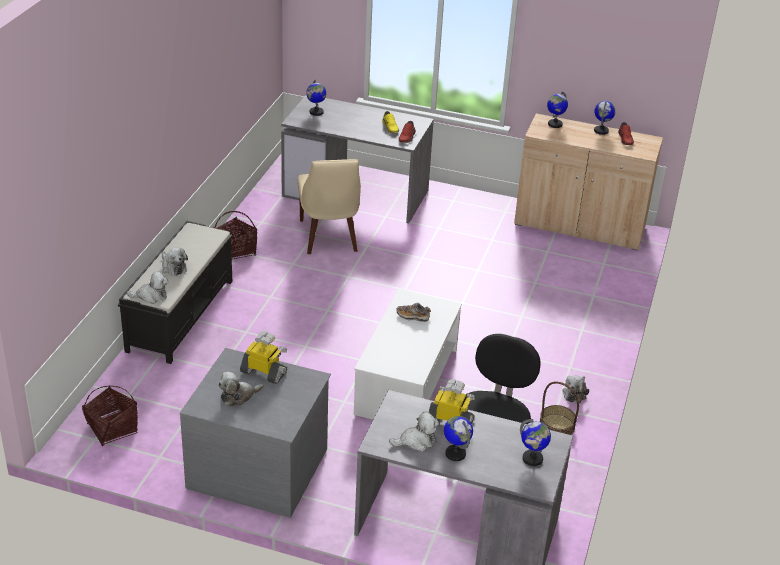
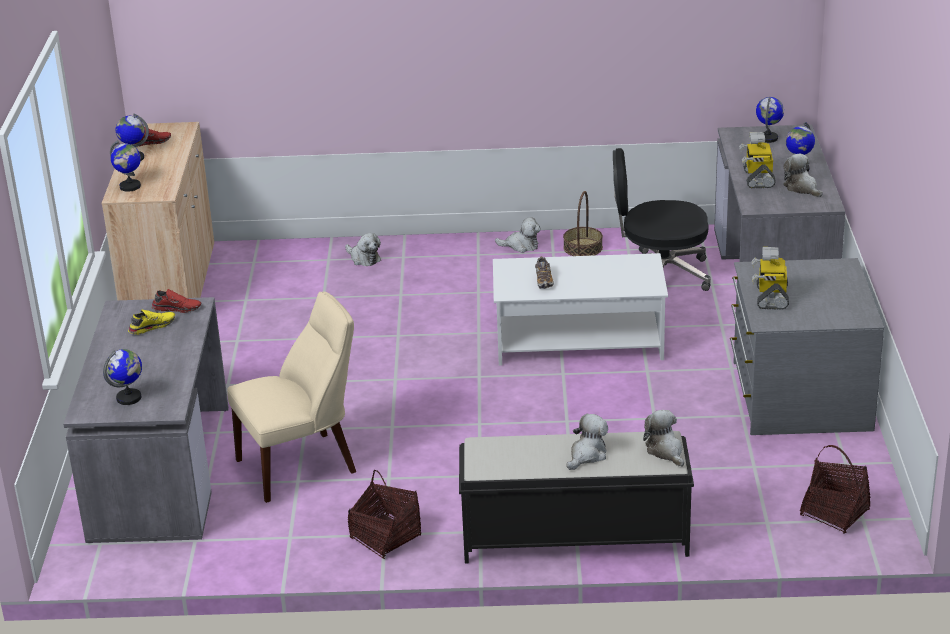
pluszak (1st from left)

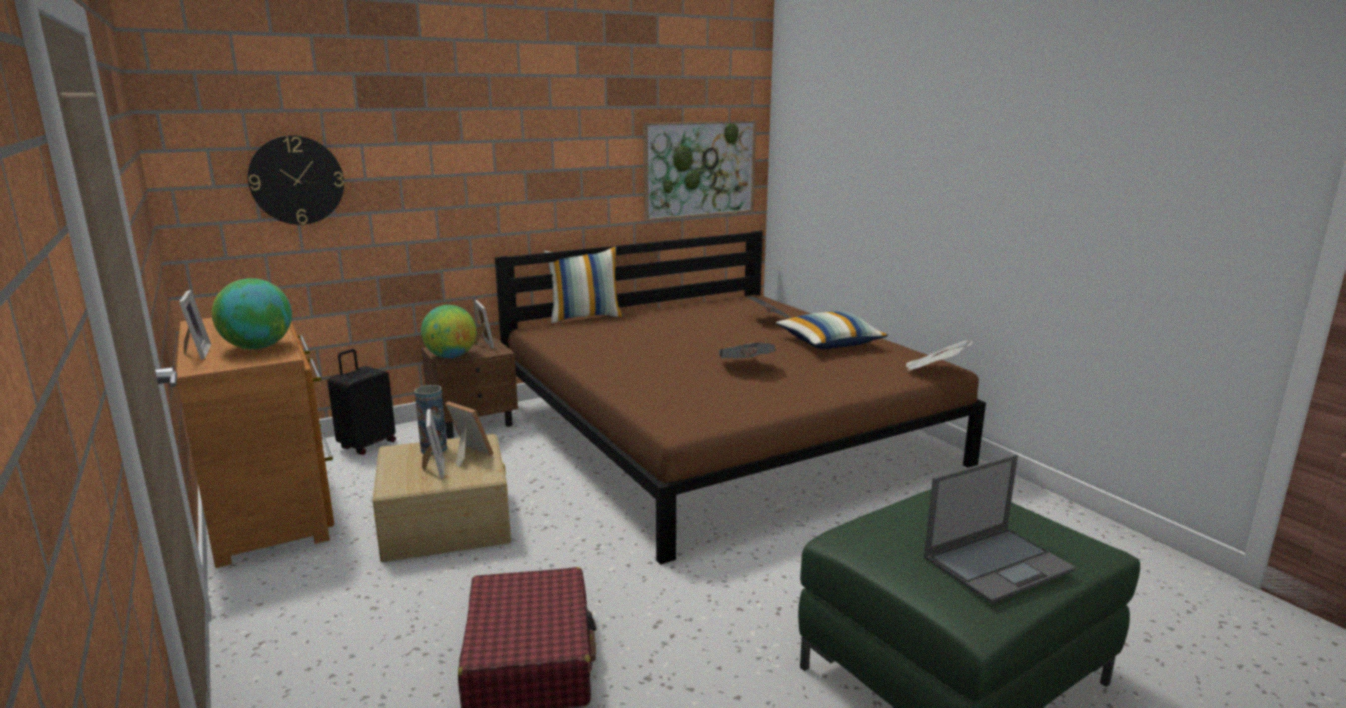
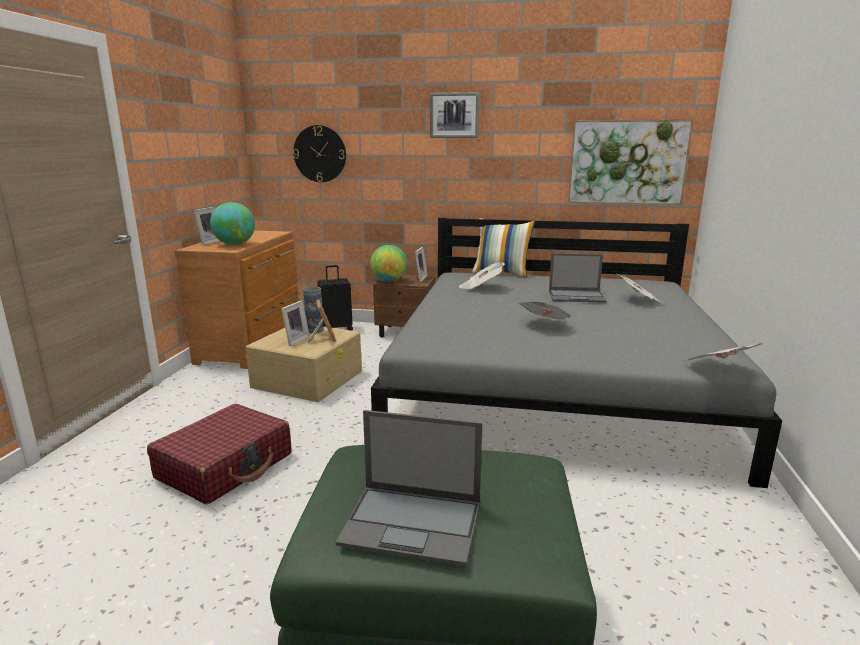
łóżko/szary; poduszka (2nd from left in the first image); obraz (1st from left); laptop (2nd from left); gazeta (1st from left)

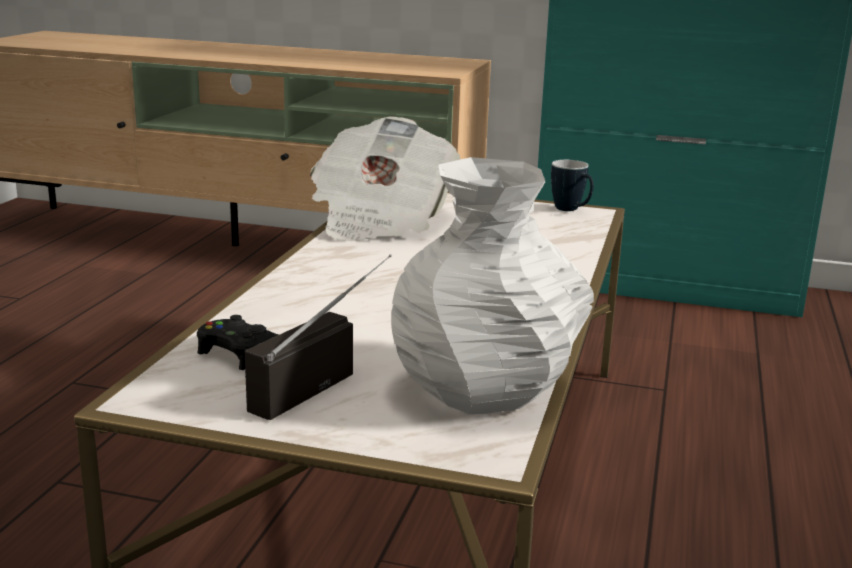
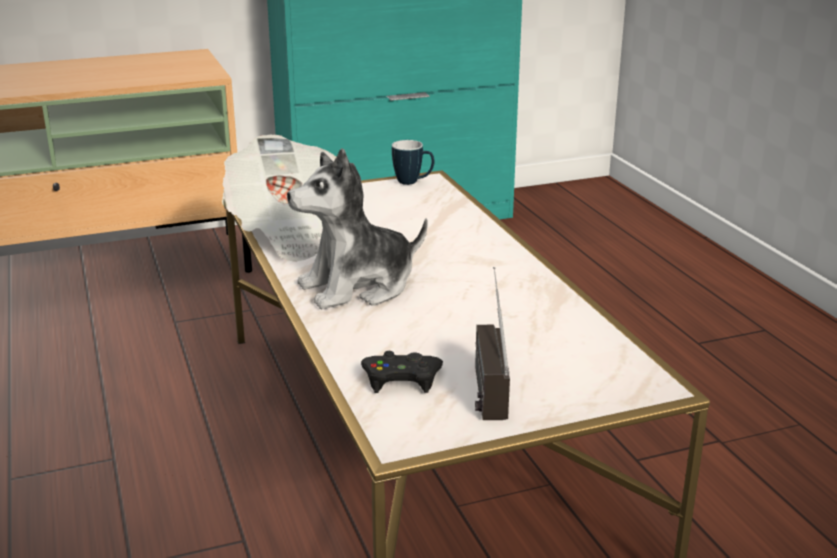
wazon/biały; pluszak

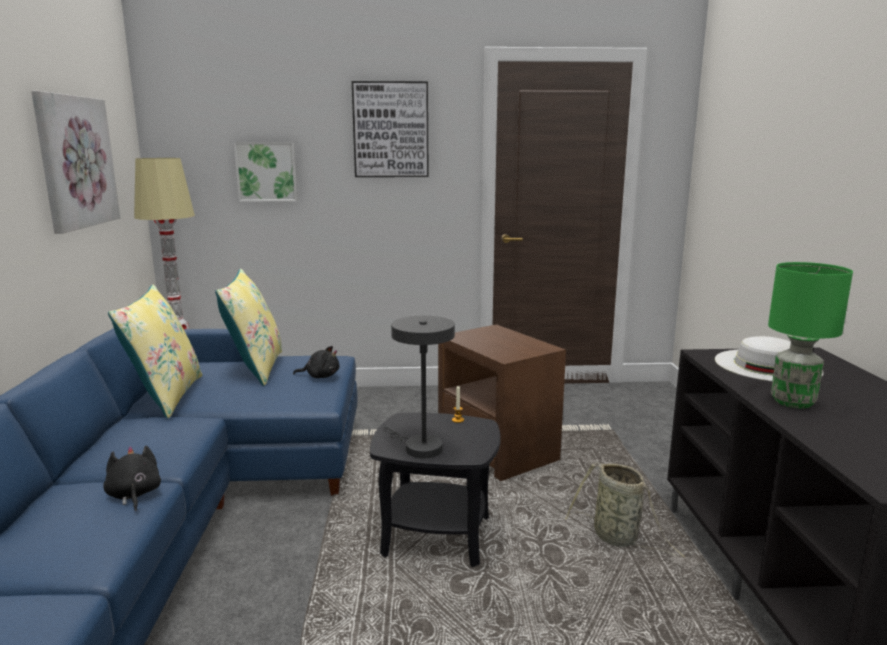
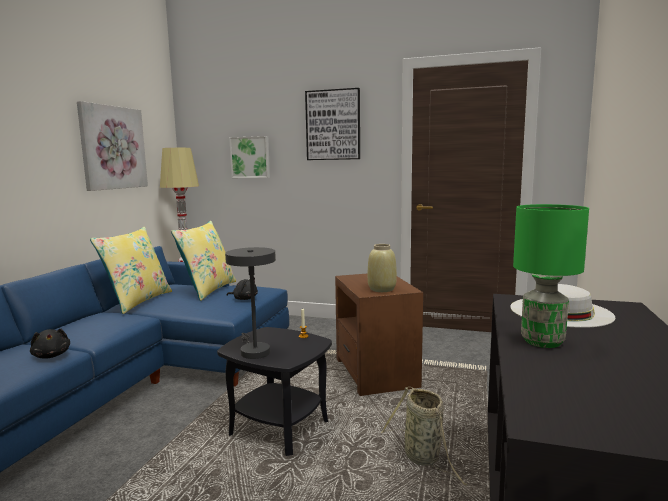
pluszak/czarny (1st from left); wazon/beżowy

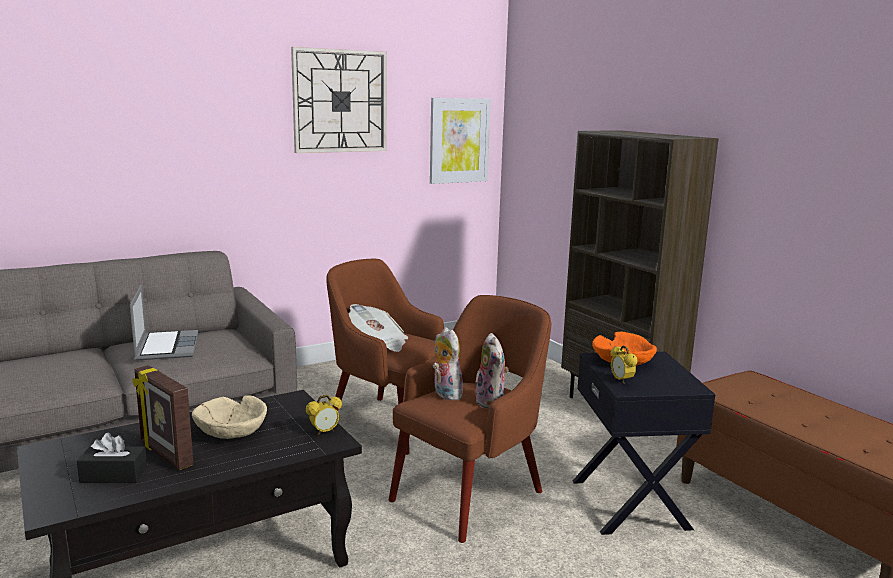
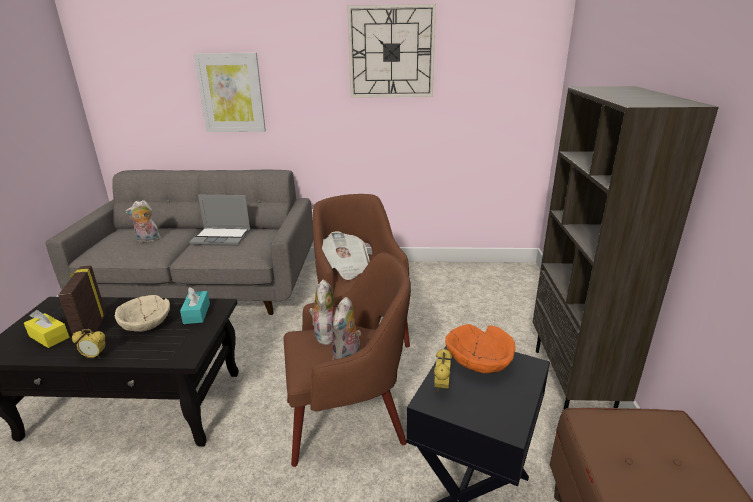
obraz; laptop; budzik (1st from left); pudełko chusteczek/żółty; pluszak (1st from left); pudełko chusteczek/turkusowy

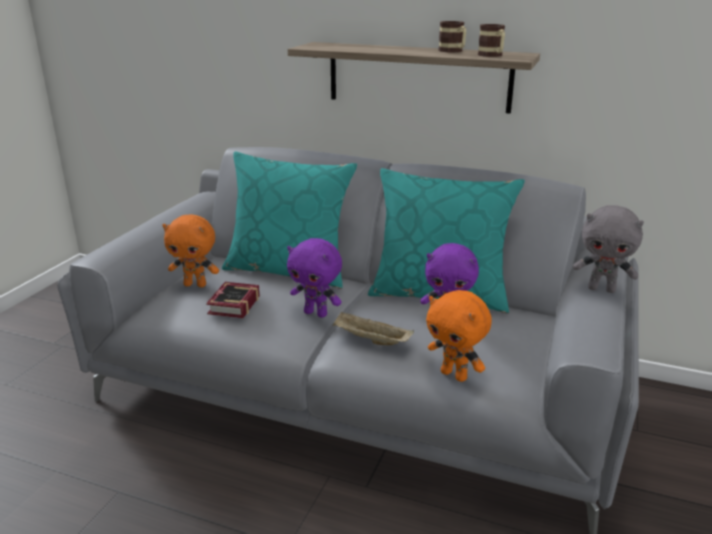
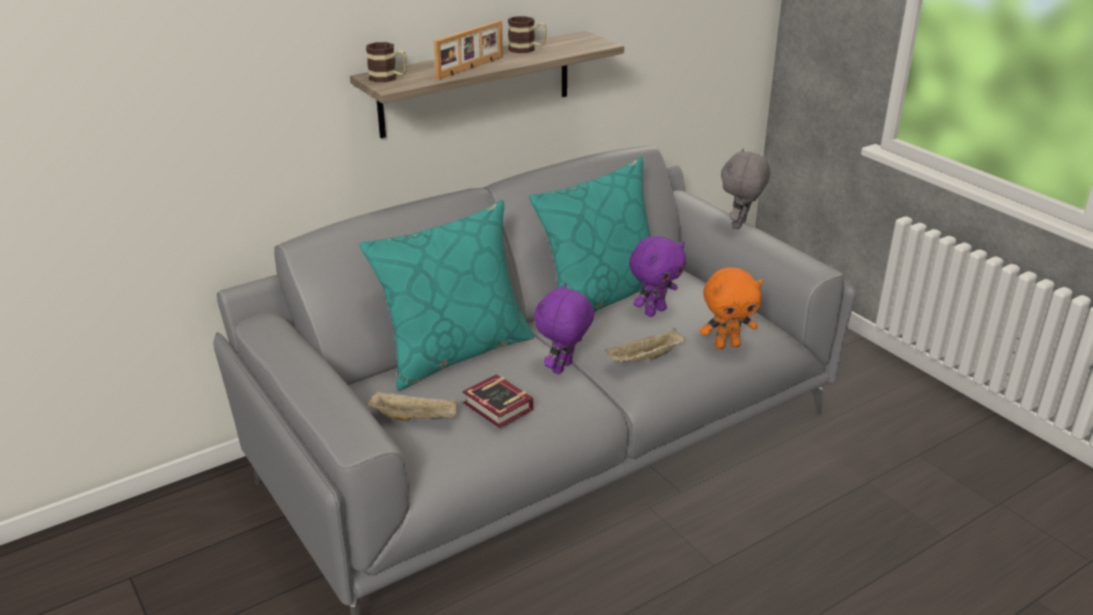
kubek (1st from left); pluszak/szary; taca/beżowy (1st from left); pluszak/fioletowy (1st from left); ramka na zdjęcie

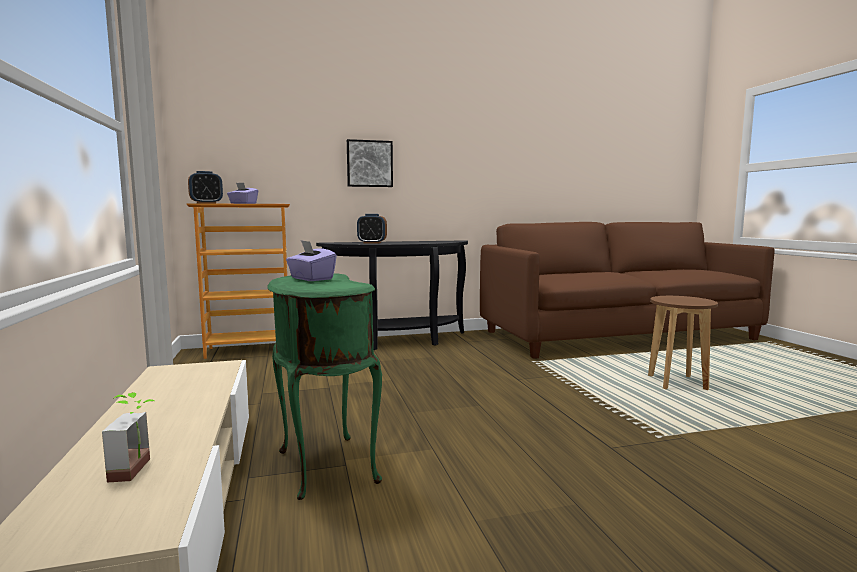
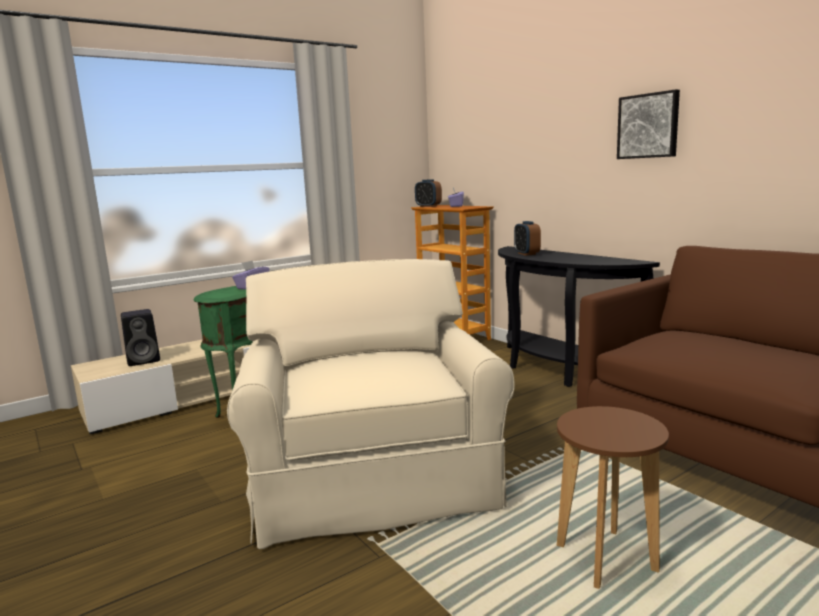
obraz; głośnik/czarny; fotel/beżowy

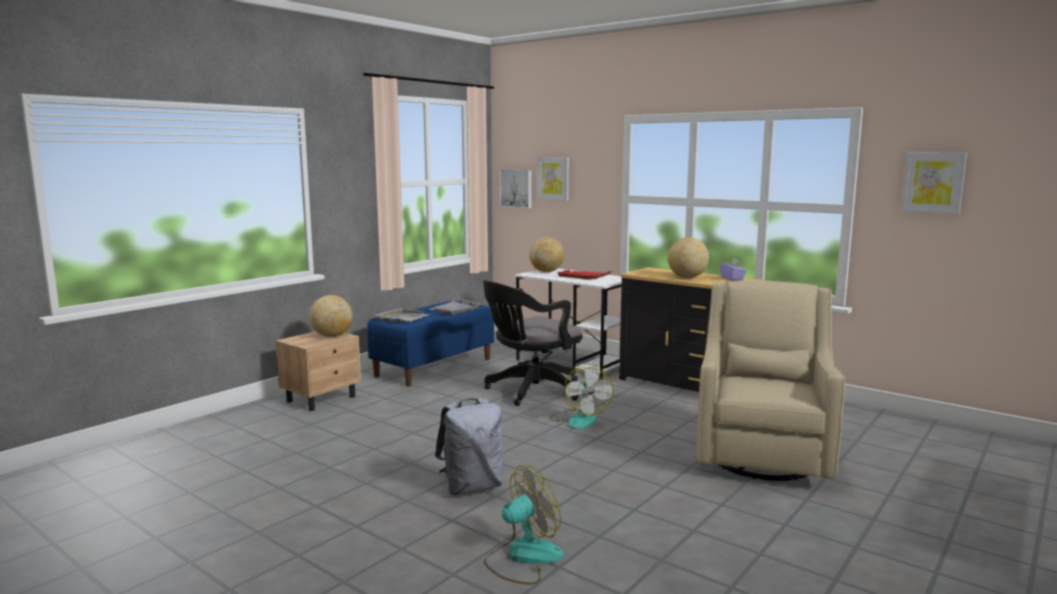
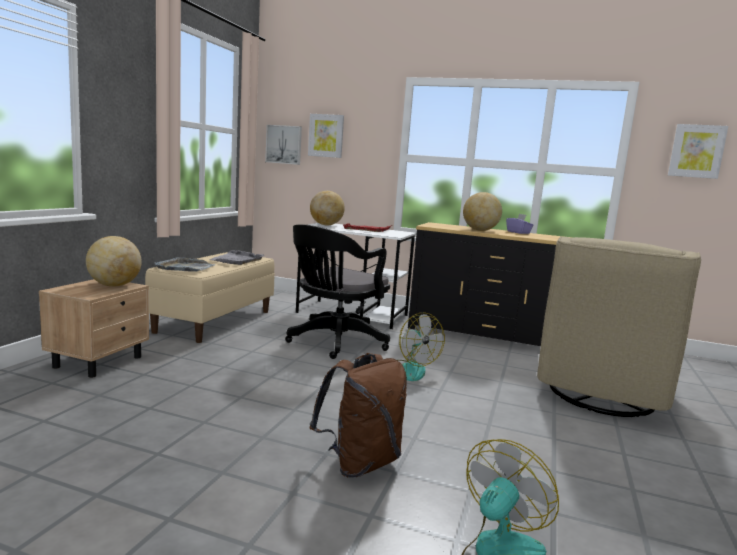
fotel/beżowy; ławka/beżowy; plecak/brązowy

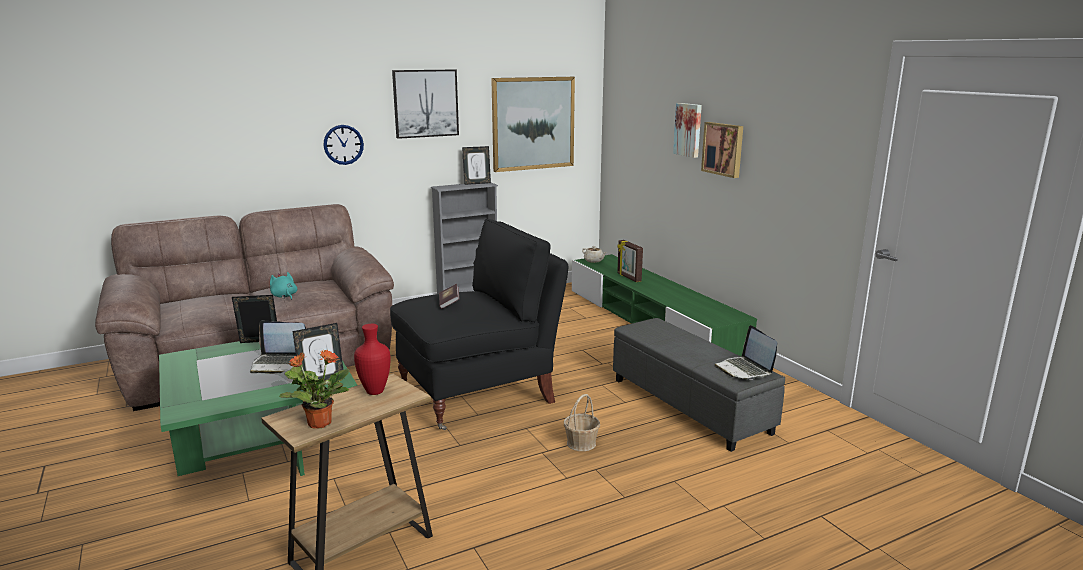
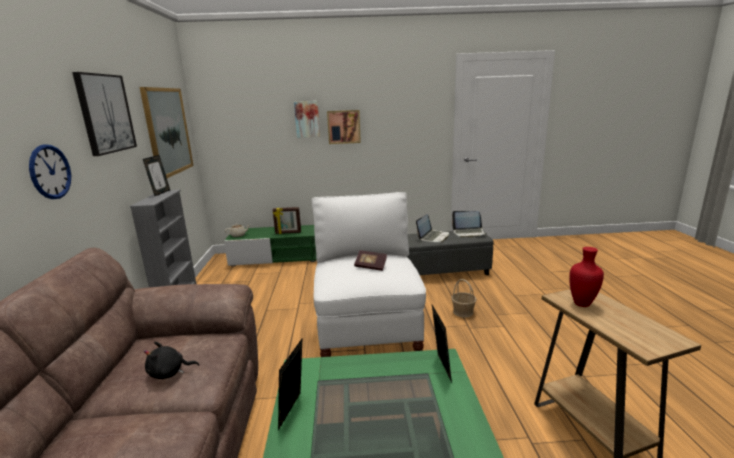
fotel/biały; pluszak/czarny; laptop (1st from left); roślina doniczkowa

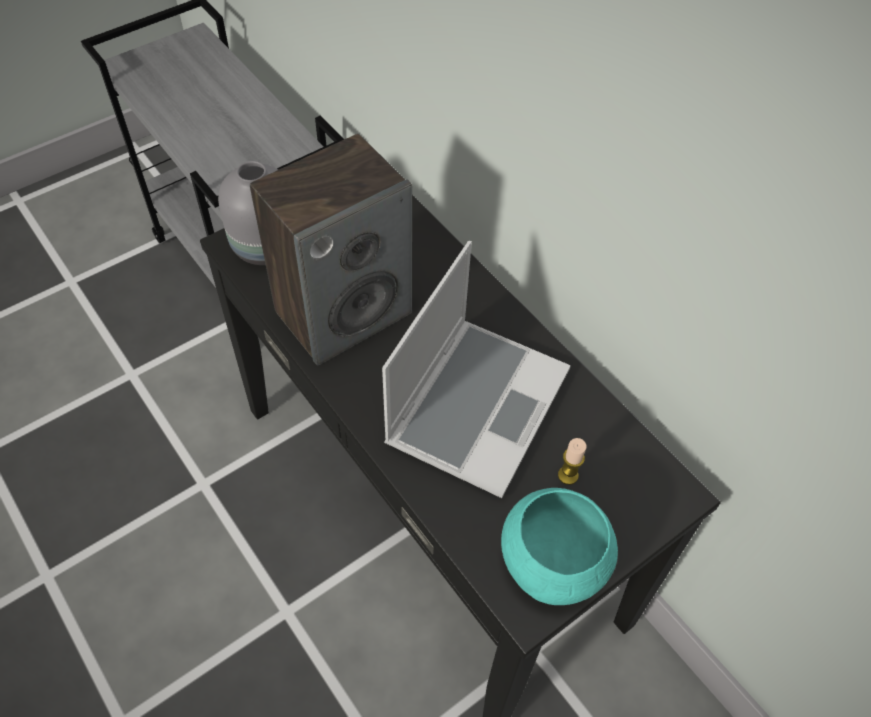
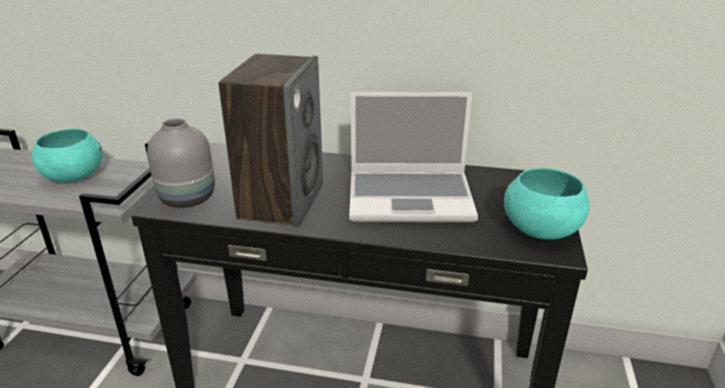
laptop; świeca; miska/turkusowy (1st from left)

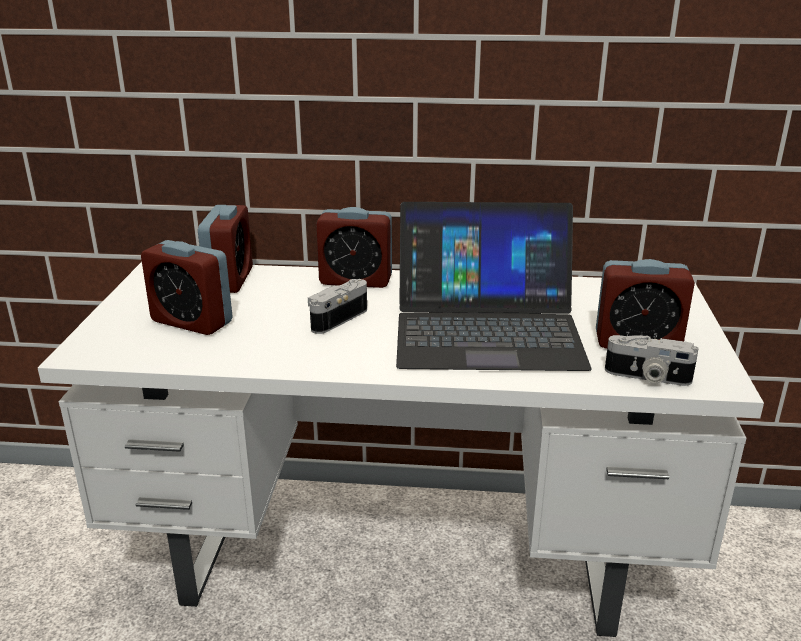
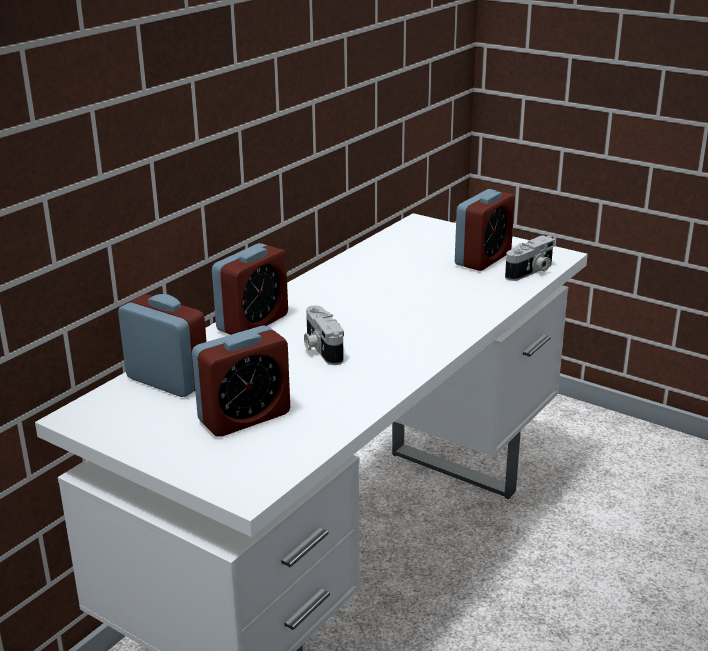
laptop

